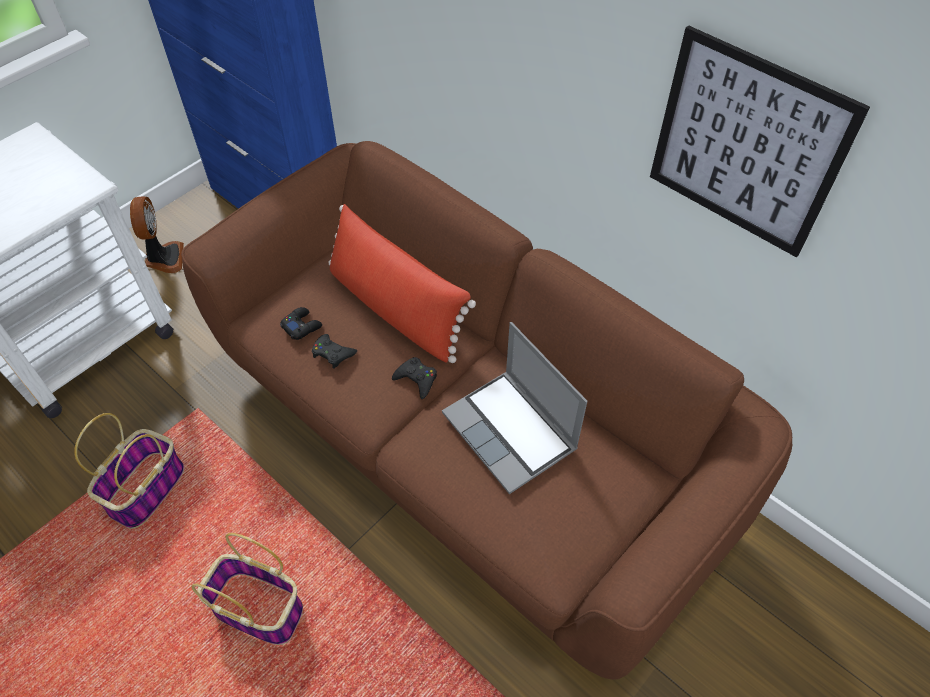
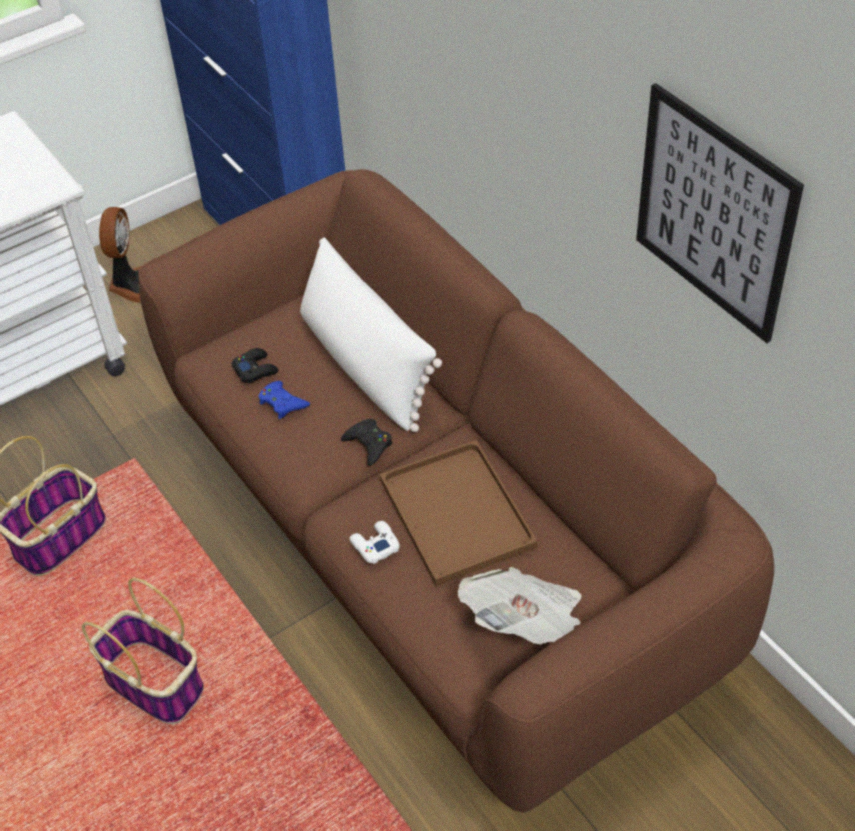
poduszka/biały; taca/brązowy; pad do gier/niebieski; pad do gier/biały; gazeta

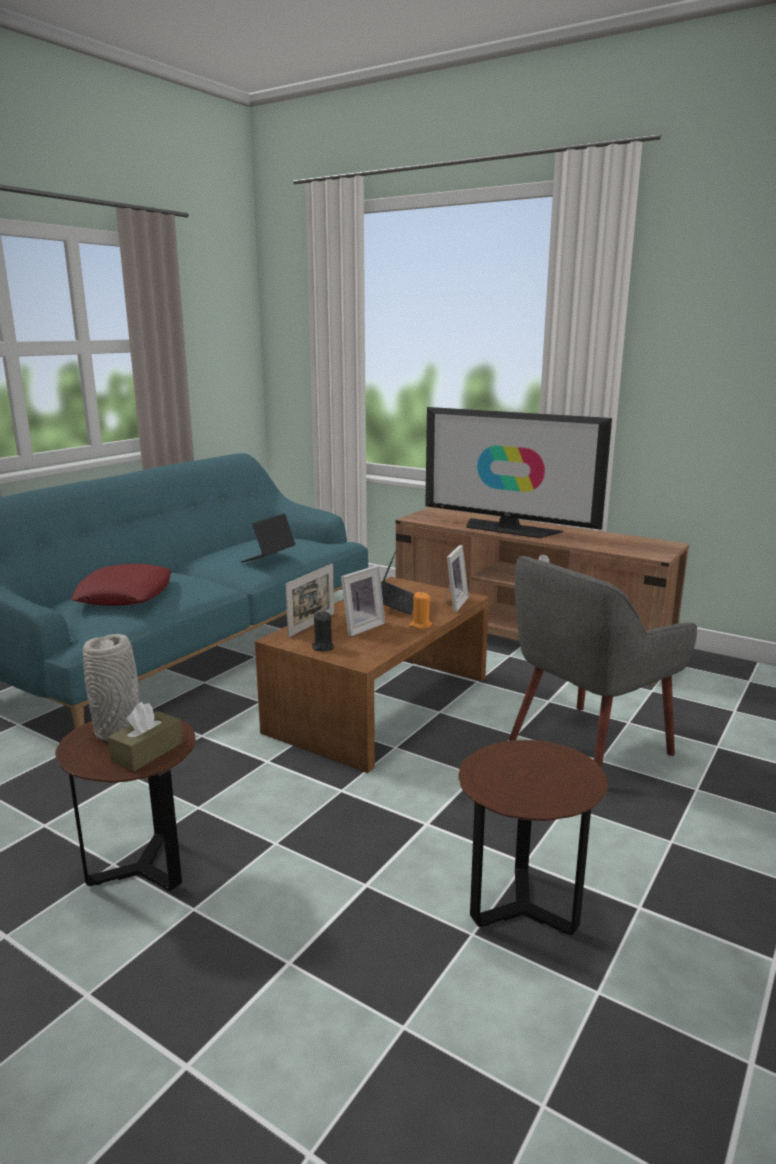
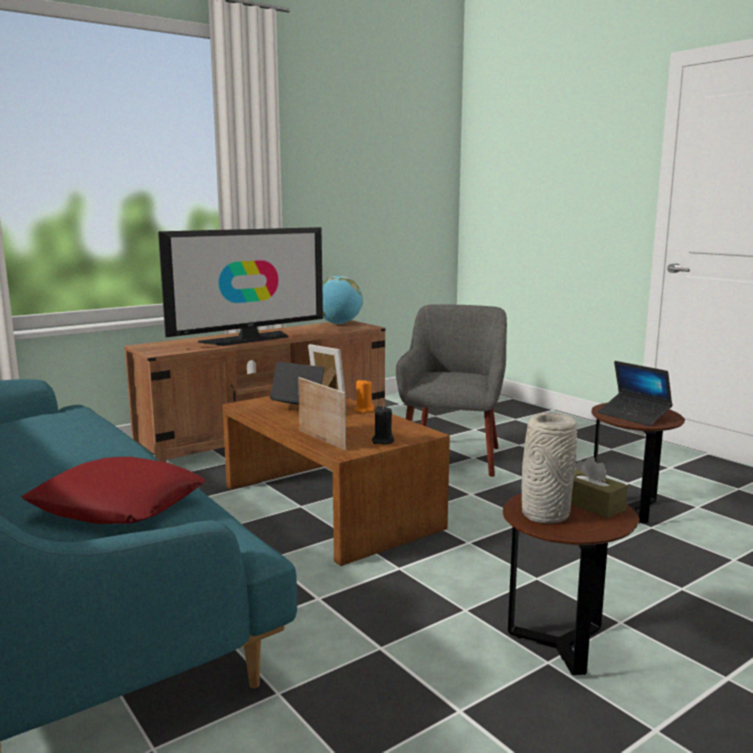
laptop (2nd from left); fotel/szary; ramka na zdjęcie (2nd from left in the first image); globus

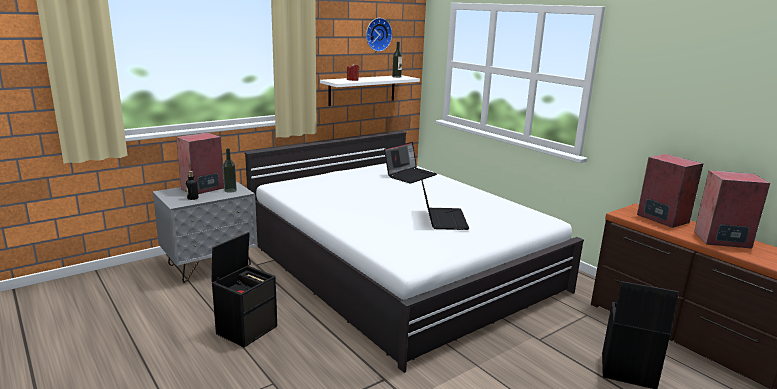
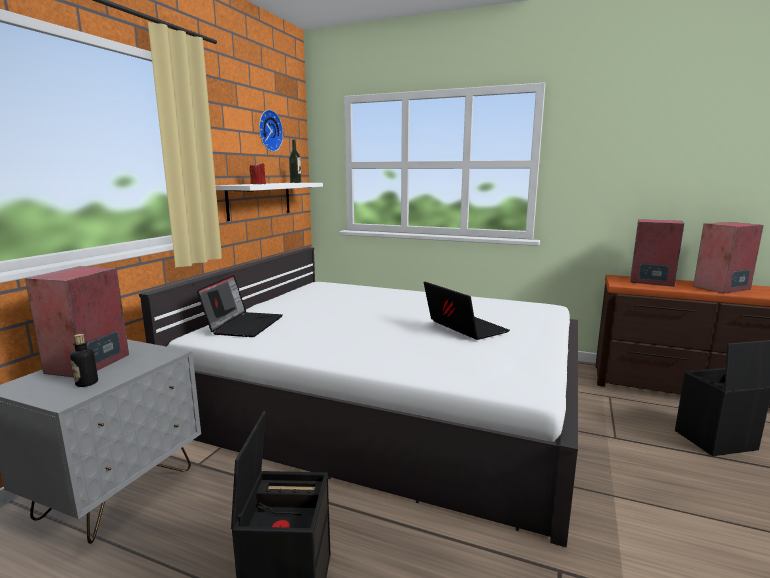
laptop (1st from left); butelka (2nd from left in the first image)

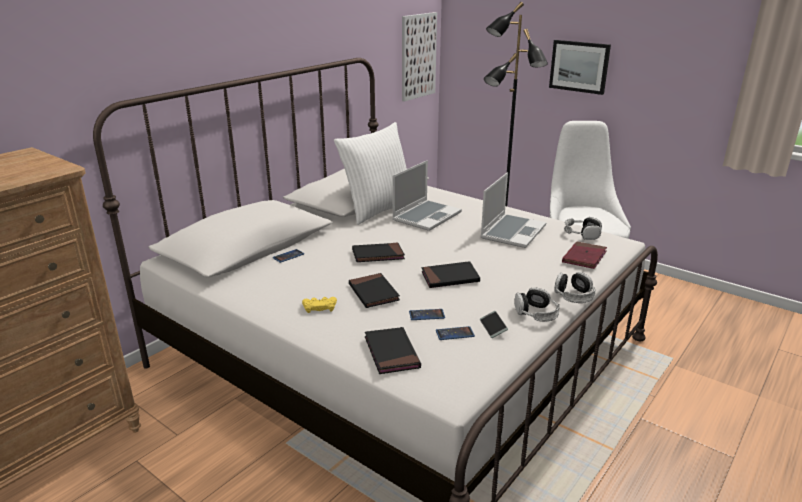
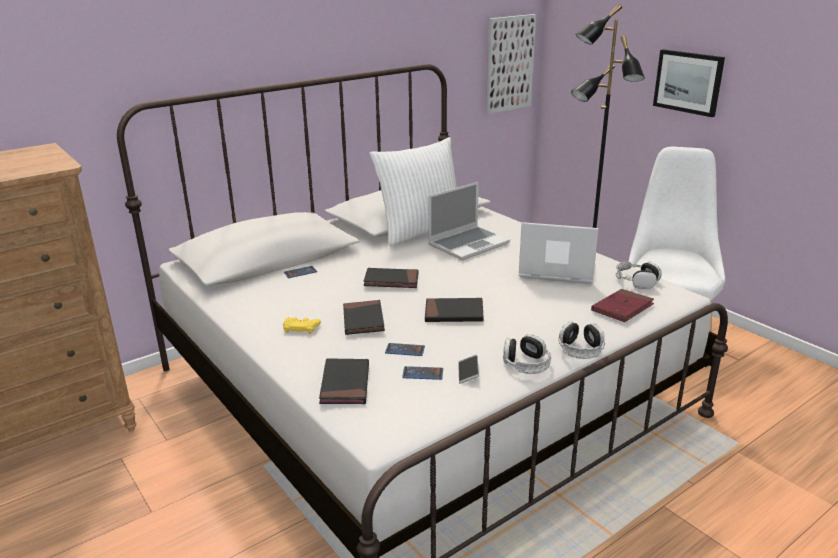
laptop (2nd from left)

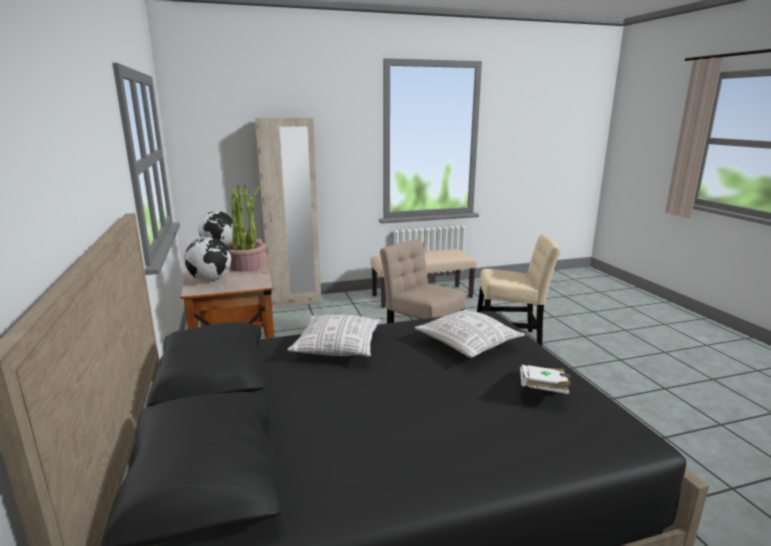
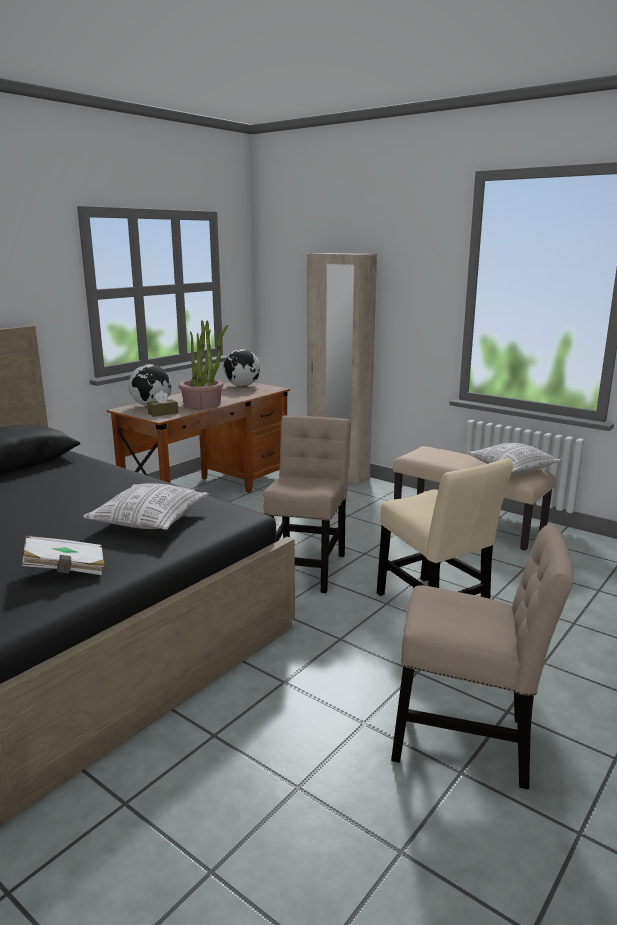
poduszka (2nd from left); pudełko chusteczek/brązowy; krzesło/beżowy (3rd from left)

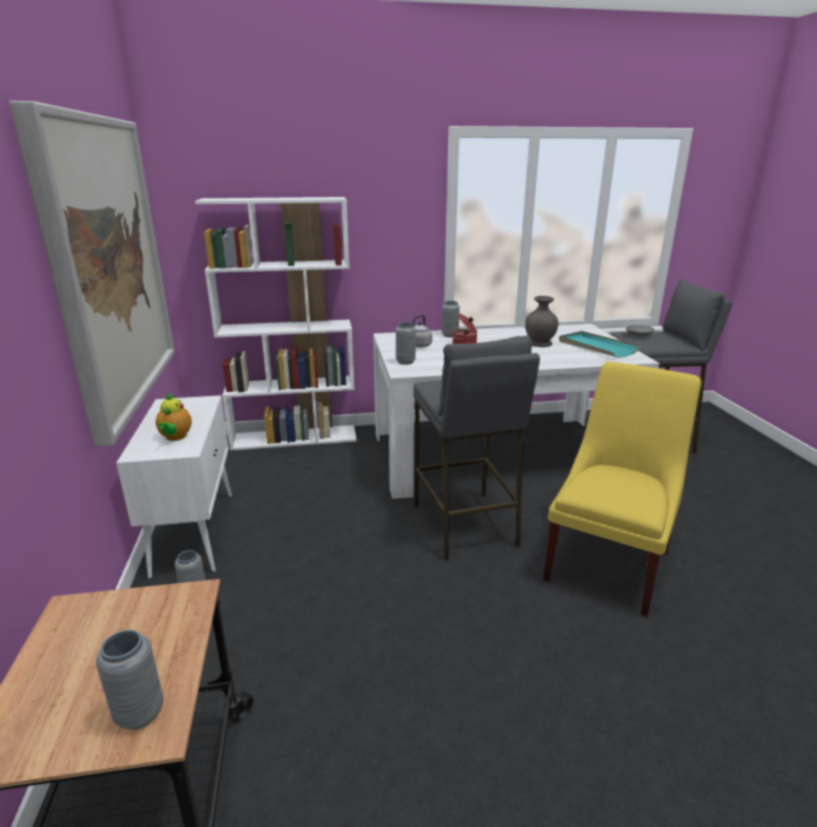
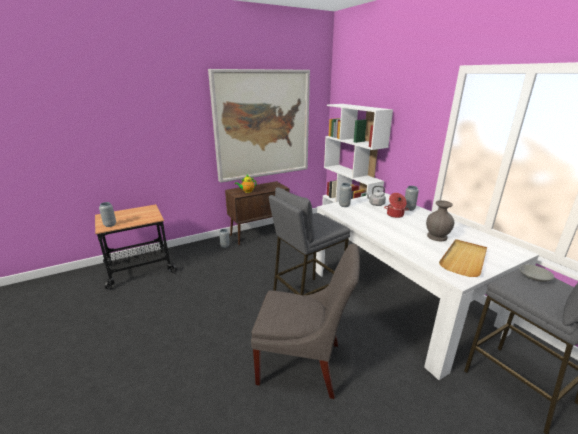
taca/beżowy; krzesło/szary; szafka/brązowy

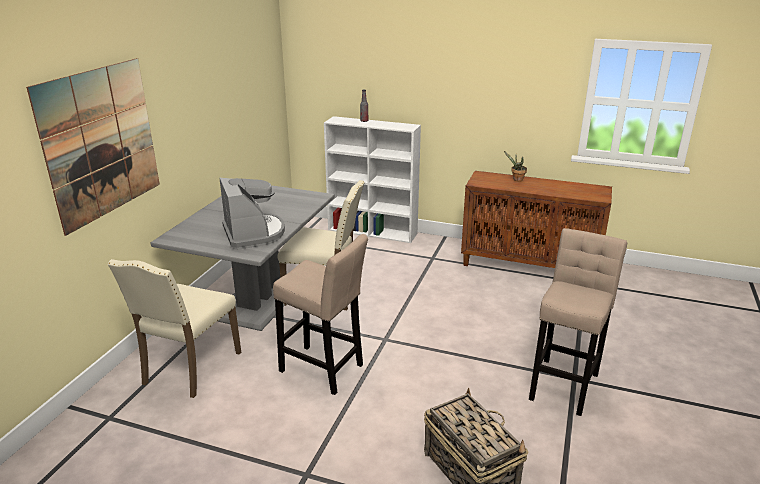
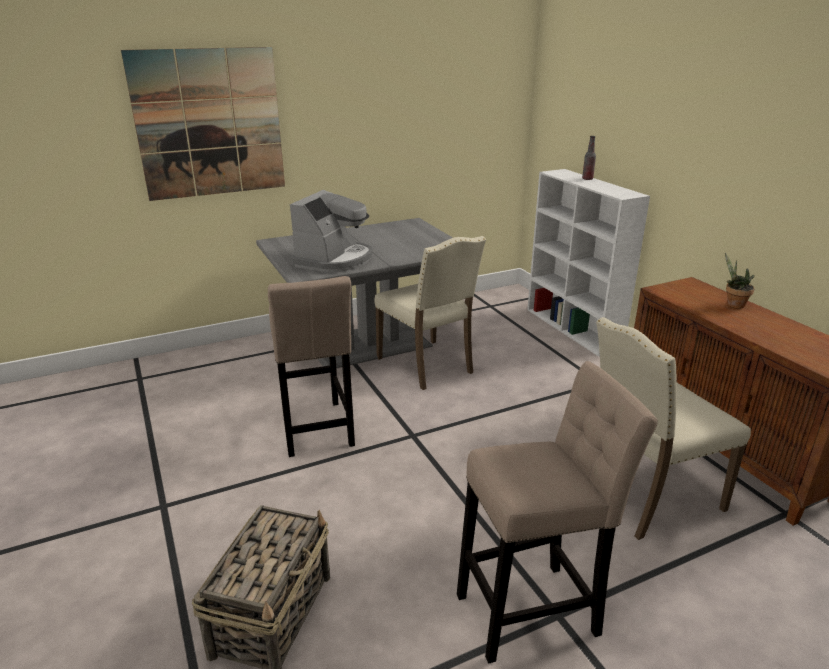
krzesło/beżowy (2nd from left)

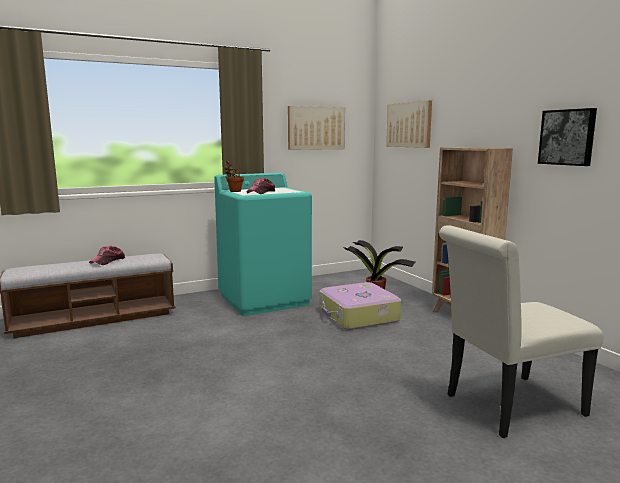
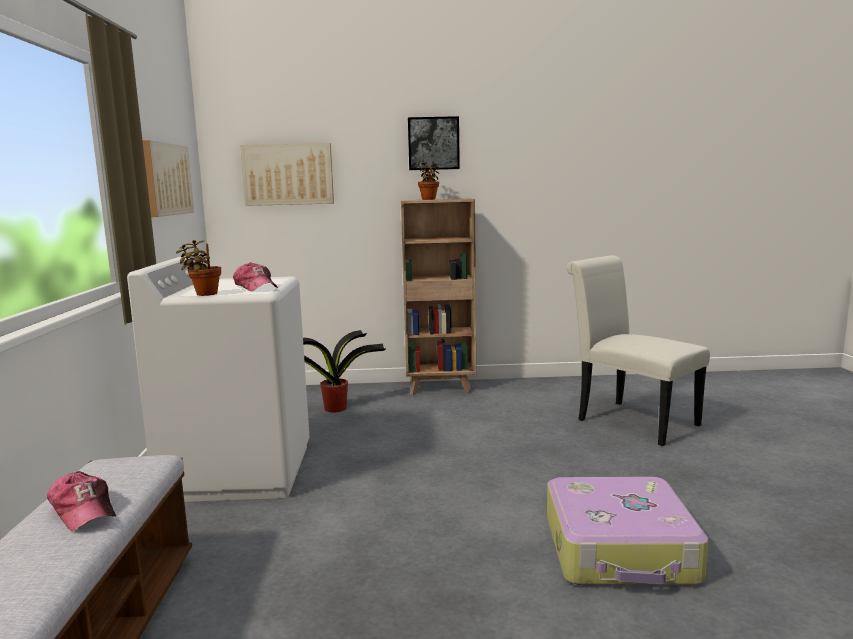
obraz (3rd from left); pralka/biały; krzesło/biały; walizka; roślina doniczkowa (3rd from left)

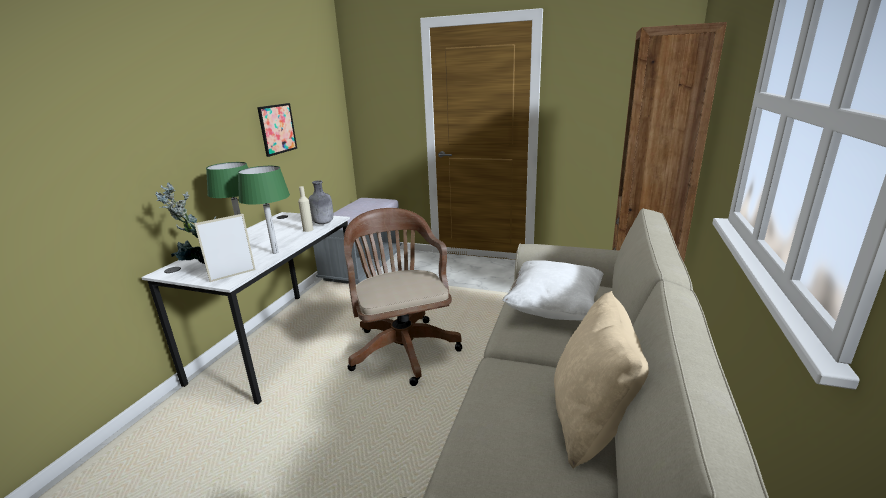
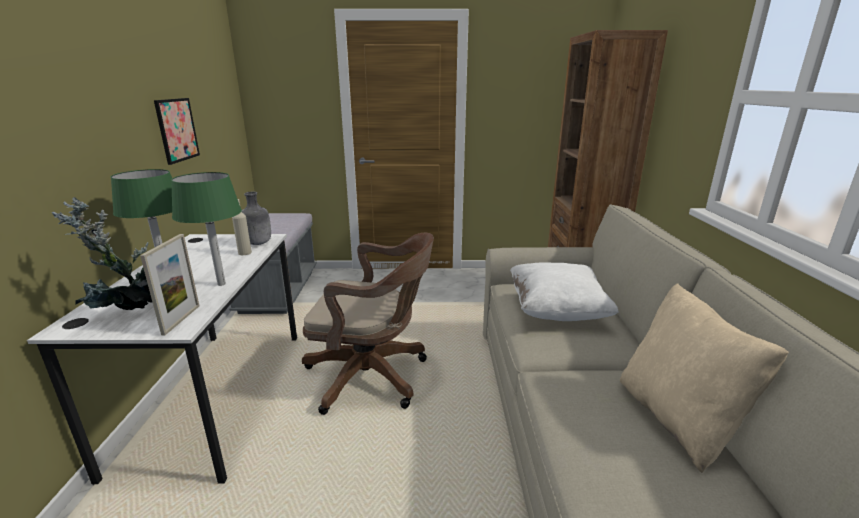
krzesło biurowe/brązowy; ramka na zdjęcie

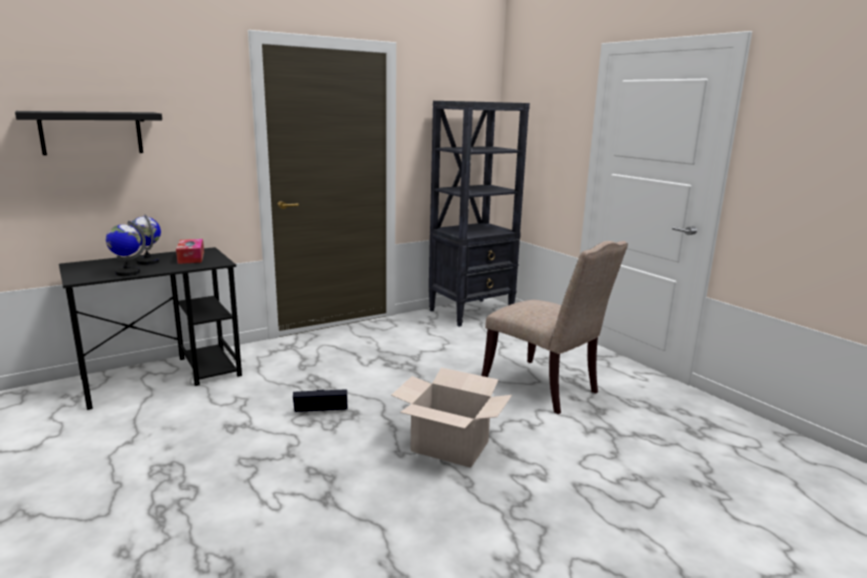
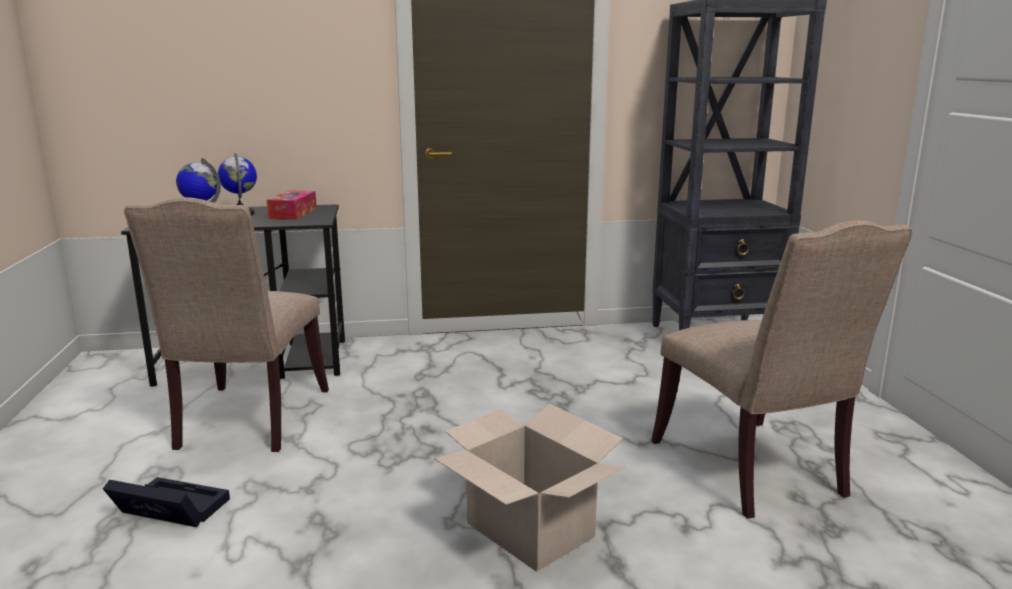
półka/czarny; pojemnik do przechowywania/czarny; krzesło/beżowy (1st from left)

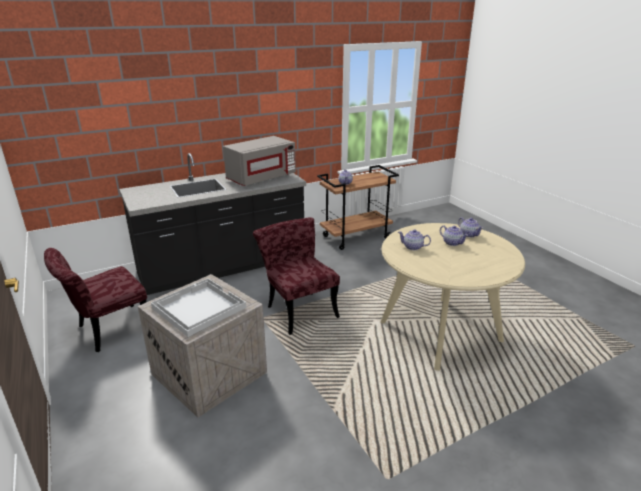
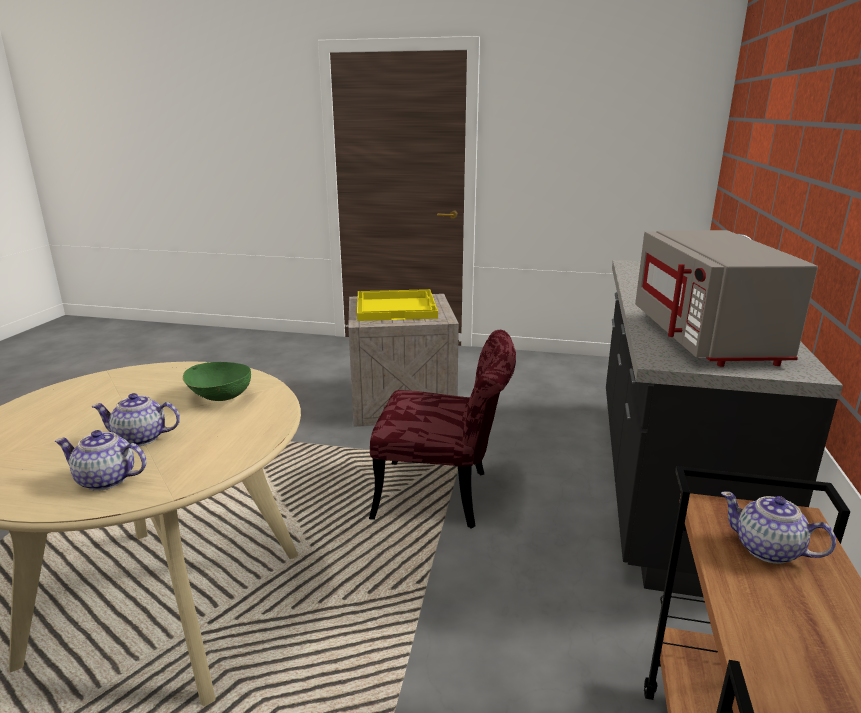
miska/zielony; krzesło/czerwony (1st from left in the first image); taca/żółty

